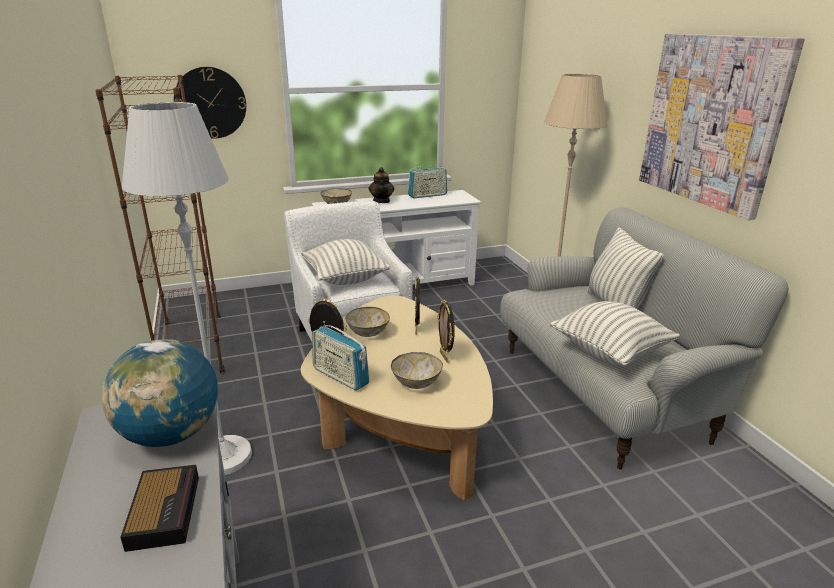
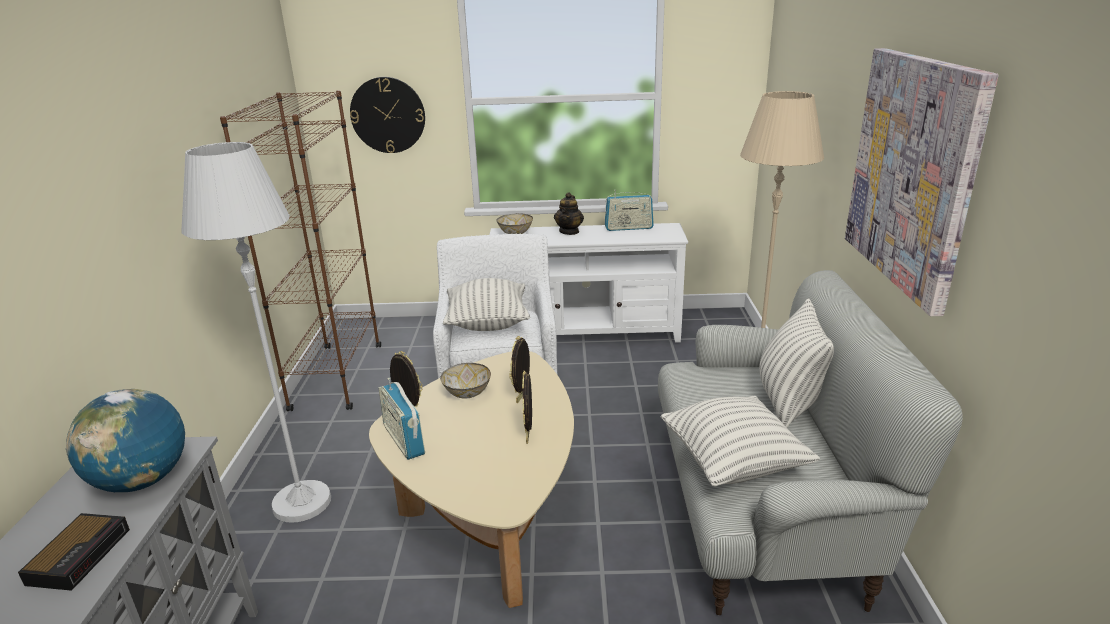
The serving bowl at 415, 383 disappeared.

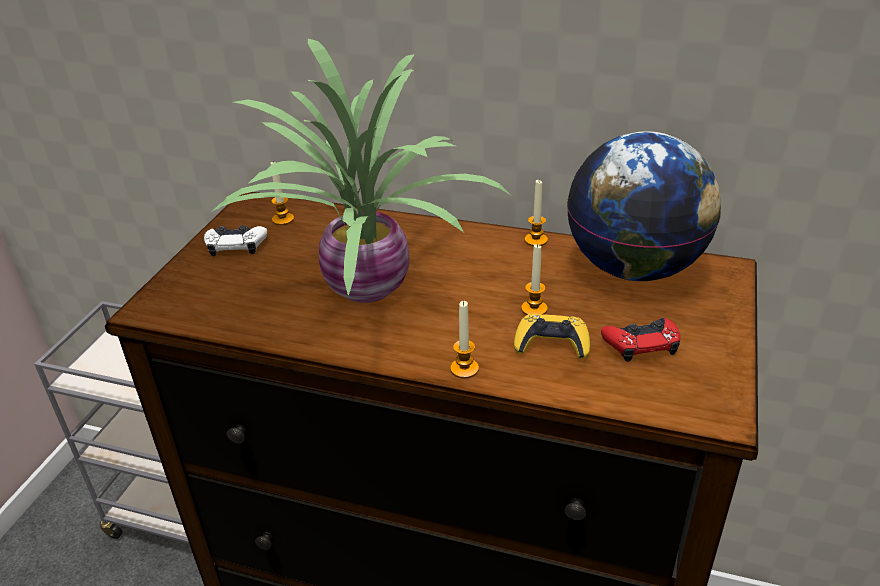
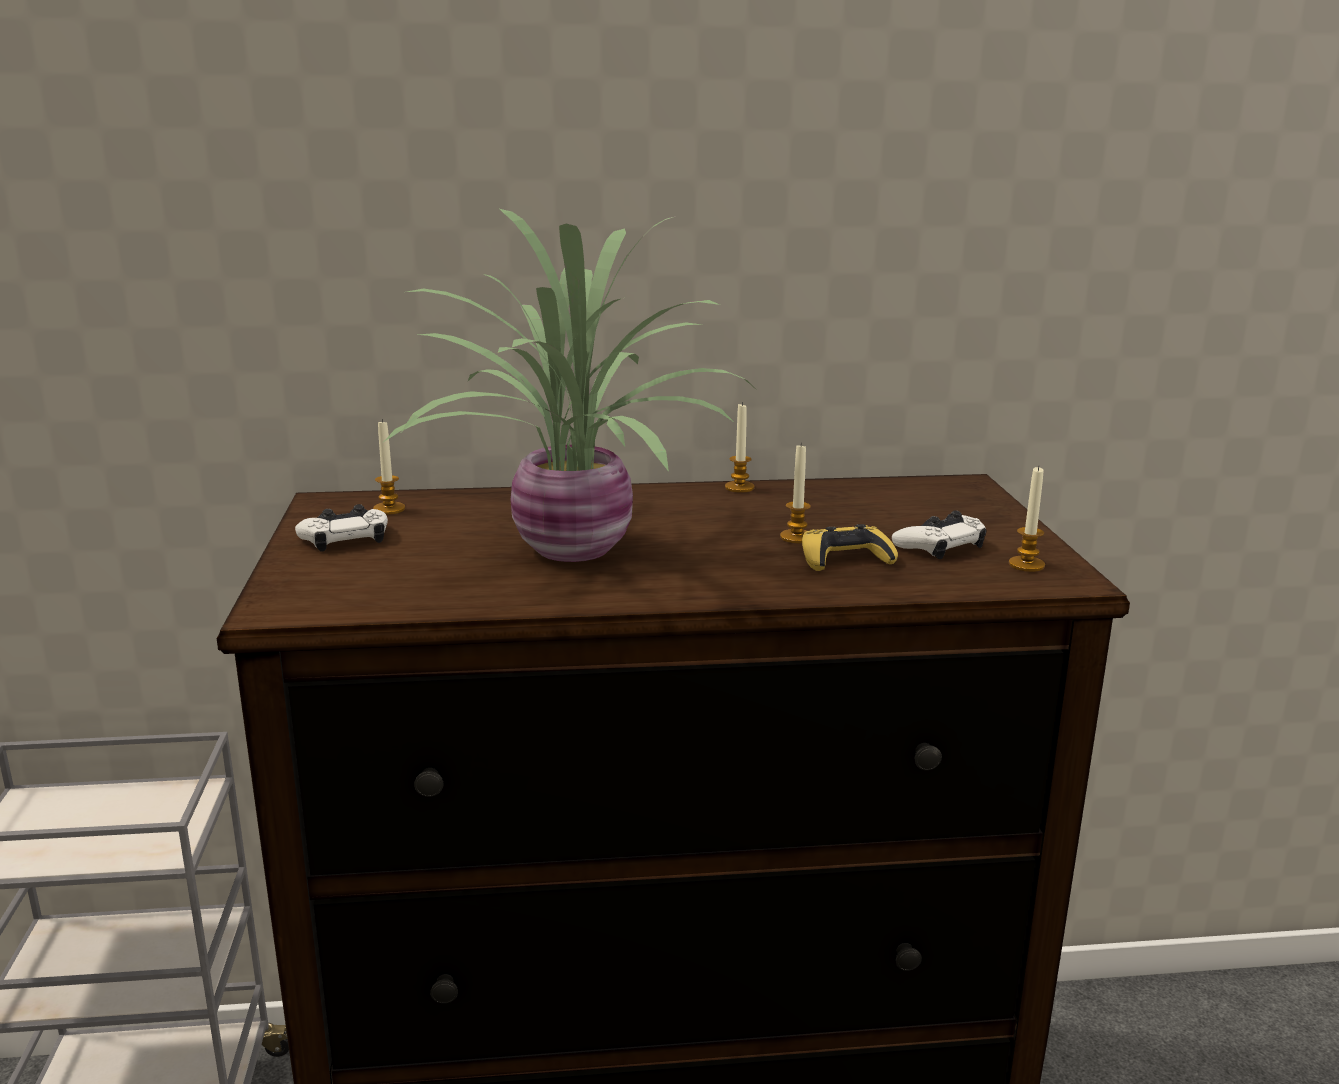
The joypad (red) at 641, 343 became the joypad (white-coloured) at 940, 545.
The wax light moved from 464, 369 to 1026, 565.
The desk globe at 634, 268 disappeared.

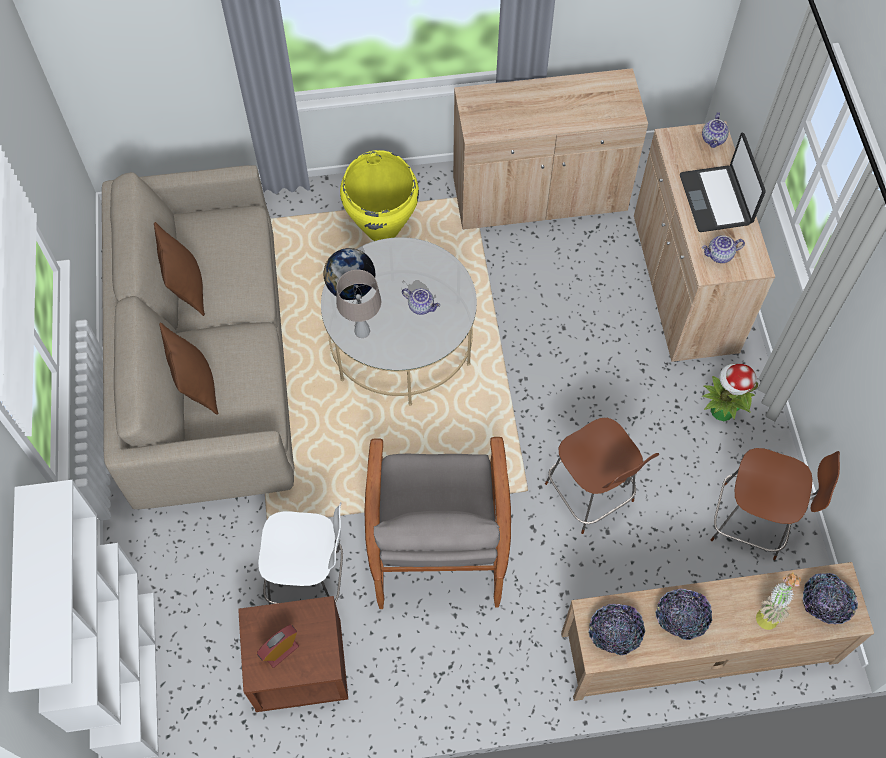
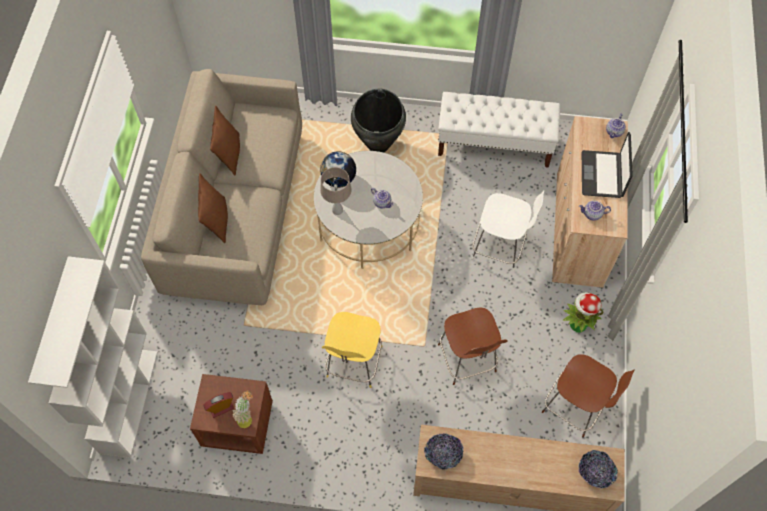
The plant in a pot moved from 768, 613 to 247, 417.
The armchair (greyish) at 437, 539 was replaced by the stool (yellow-coloured) at 353, 363.
The vase (yellow-coloured) at 382, 231 became the vase (black-coloured) at 378, 145.
The cabinet (sand-coloured) at 539, 195 was replaced by the indoor bench (white-coloured) at 494, 144.
The stool (white-coloured) moved from 310, 580 to 500, 247.
The serving bowl at 681, 618 disappeared.

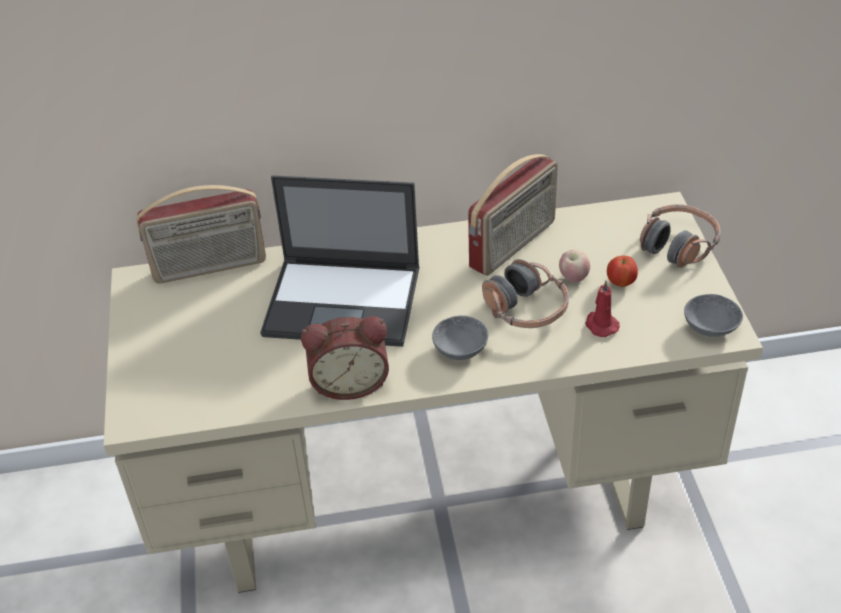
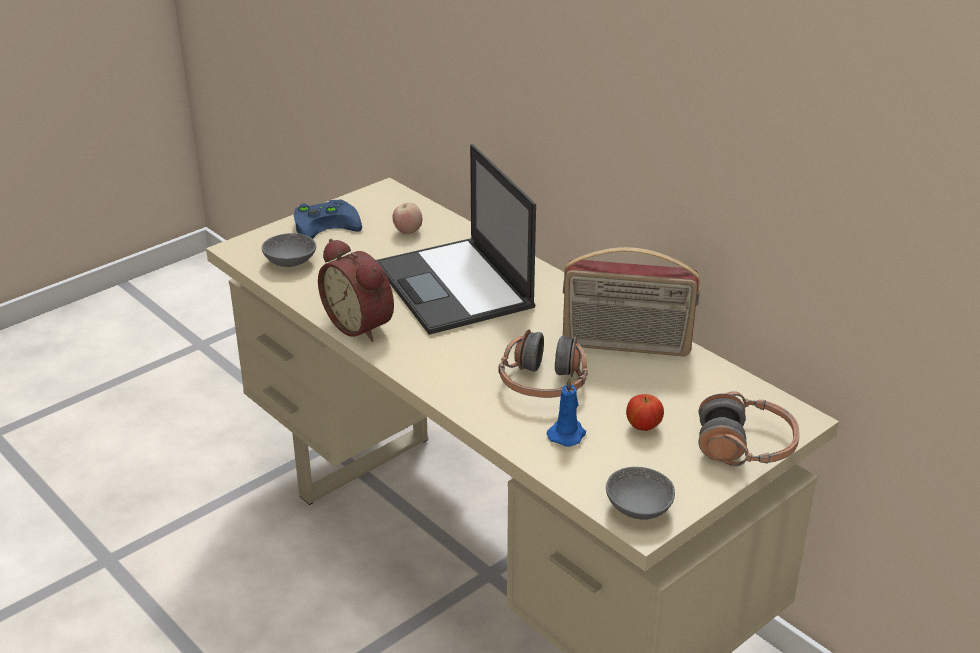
The serving bowl (greyish) moved from 460, 349 to 290, 262.
The joypad (bluish) at 327, 223 appeared.
The whole apple moved from 573, 278 to 408, 231.
The wax light (red) at 600, 325 became the wax light (bluish) at 567, 434.
The radio receiver at 210, 267 disappeared.

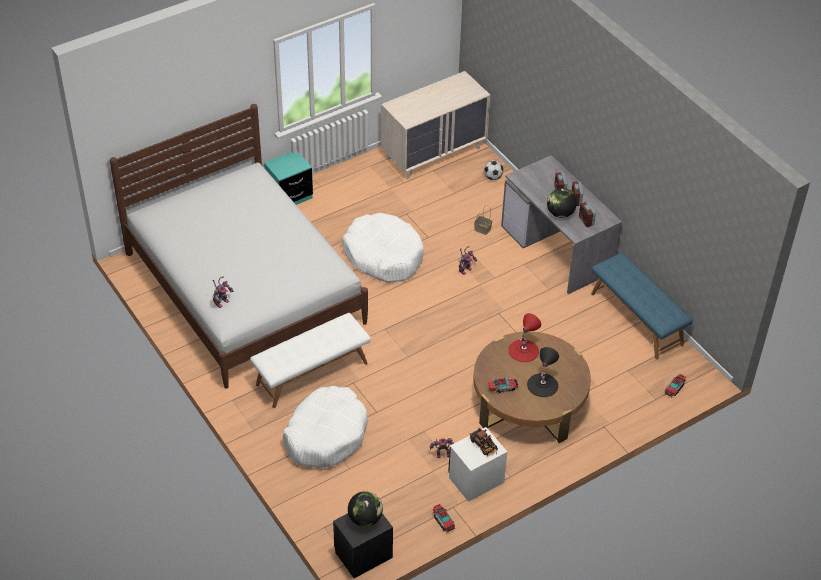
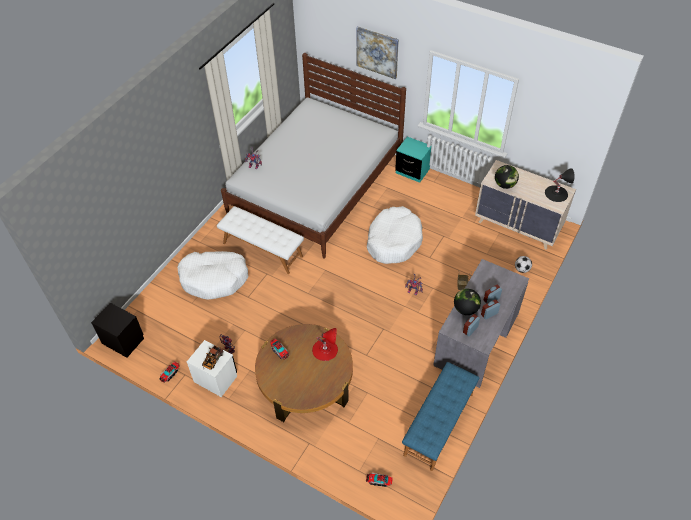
The picture at 377, 52 appeared.
The desk globe moved from 365, 519 to 504, 185.
The table lamp (black-coloured) moved from 542, 385 to 556, 193.

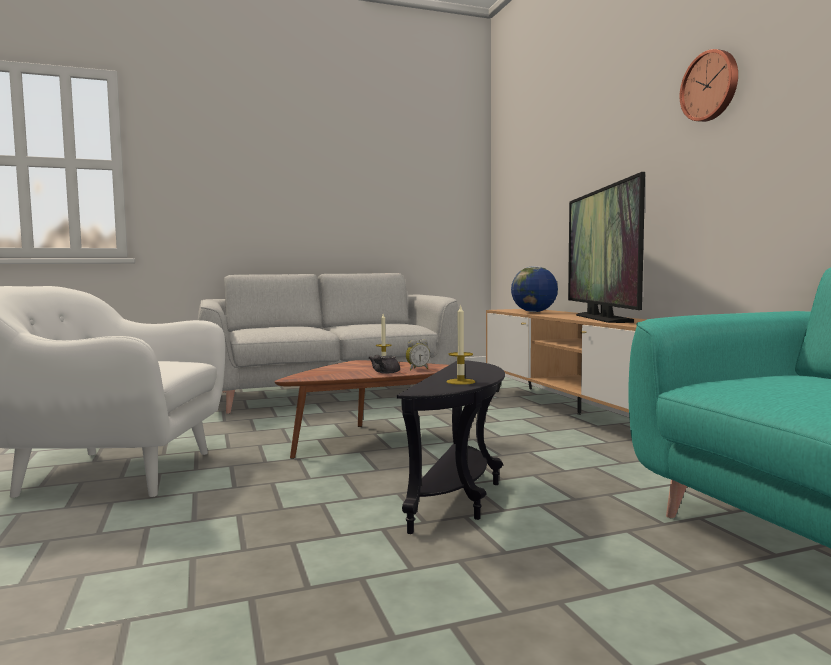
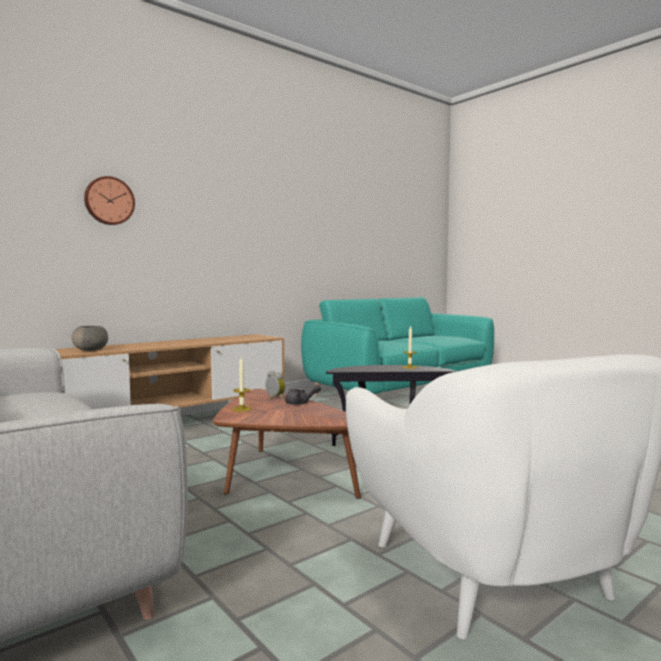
The desk globe at 534, 312 was replaced by the serving bowl (greyish) at 91, 350.
The wall clock moved from 710, 86 to 109, 201.
The television at 601, 318 disappeared.

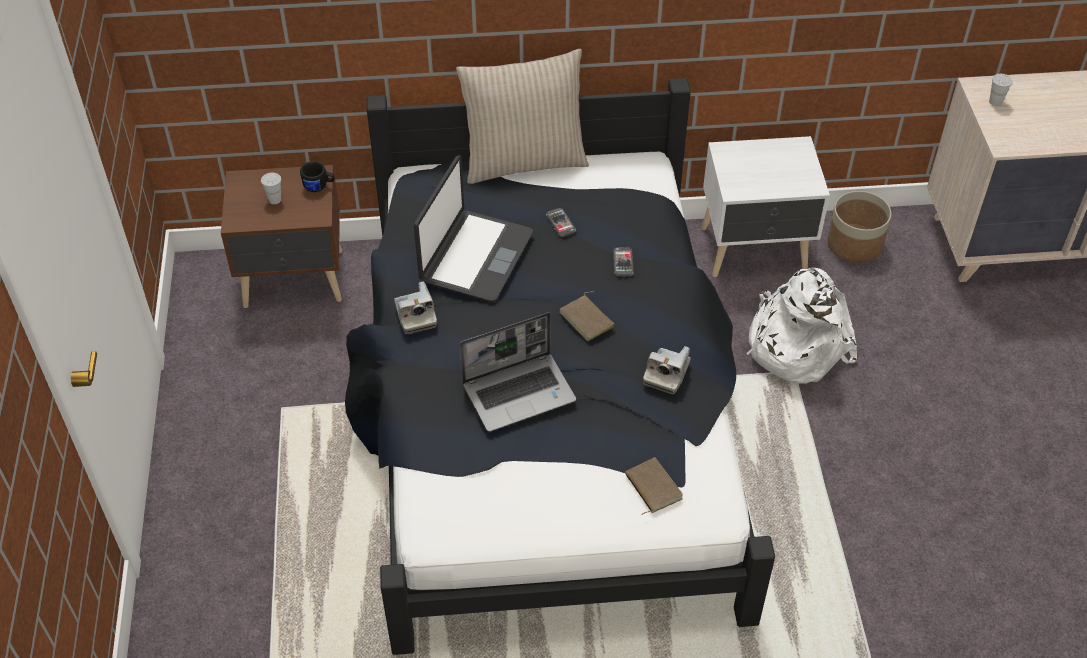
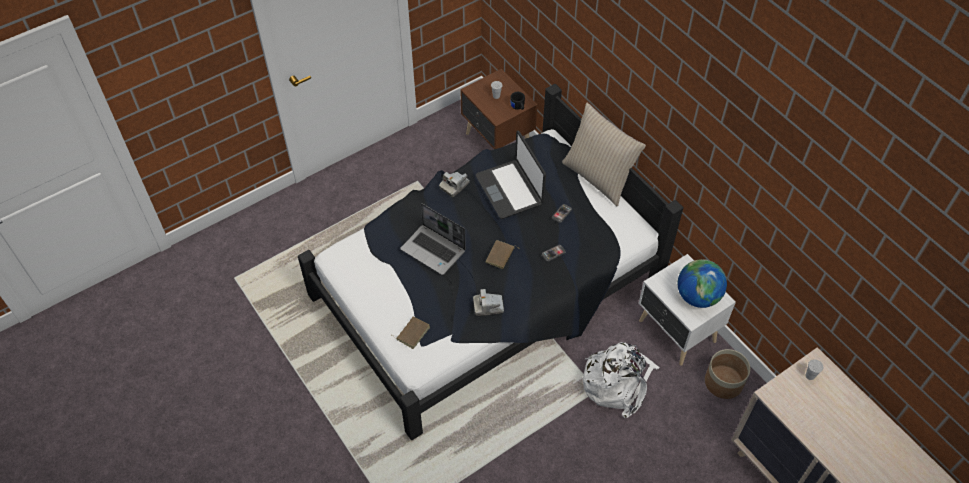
The notebook computer at 475, 257 turned 75 degrees clockwise.
The desk globe at 697, 296 appeared.

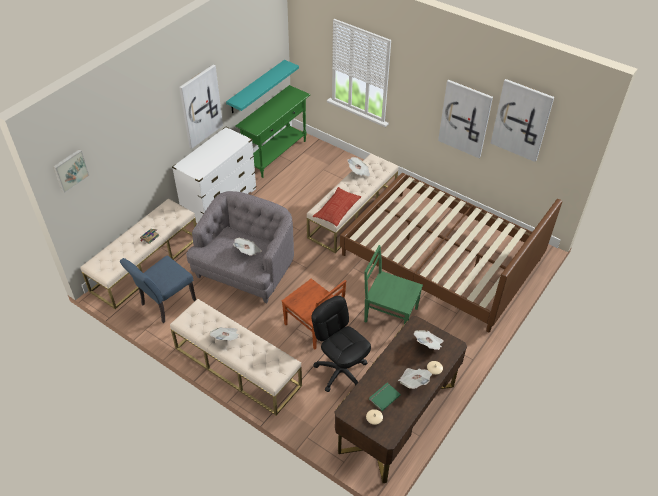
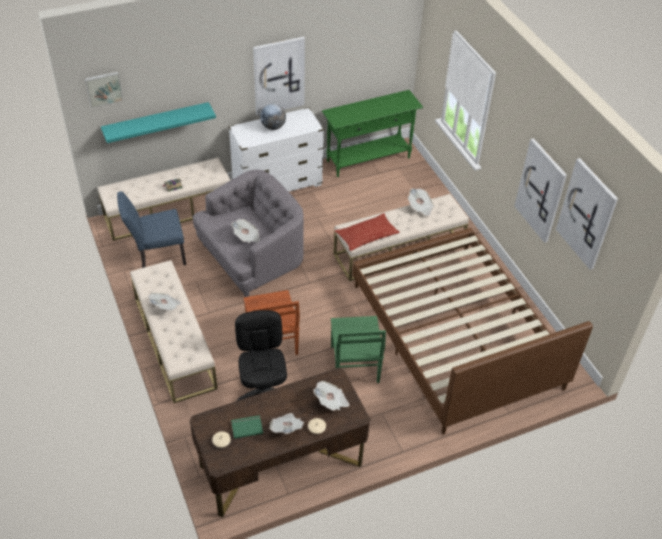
The shelf (blue-green) moved from 256, 87 to 156, 122.
The desk globe at 273, 127 appeared.
The plain chair (green-coloured) at 389, 314 turned 150 degrees counterclockwise.

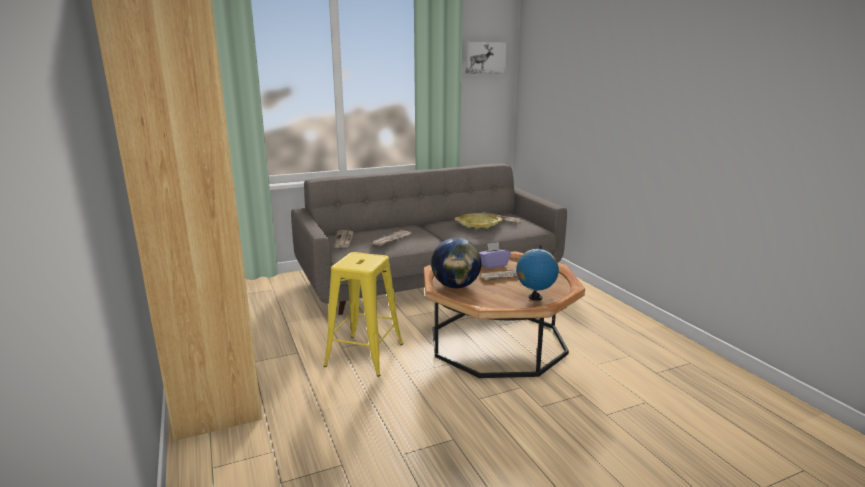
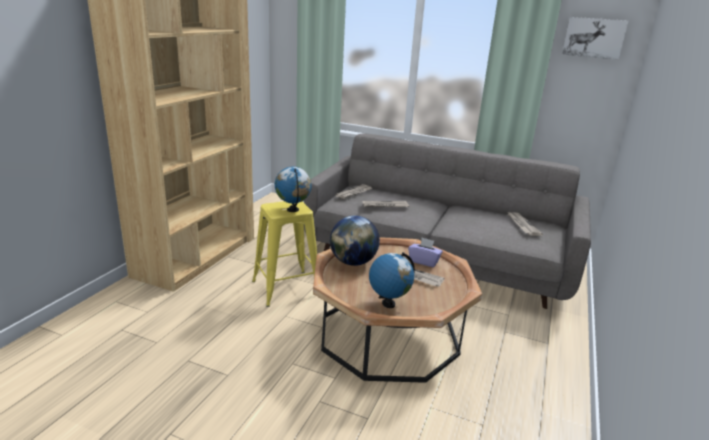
The desk globe at 293, 210 appeared.
The tray (yellow-coloured) at 478, 224 disappeared.

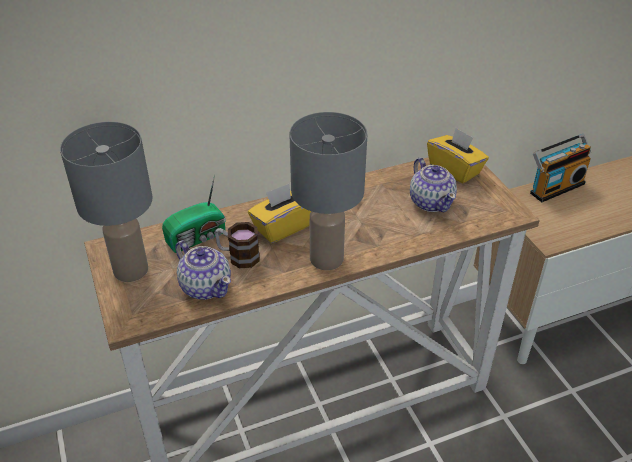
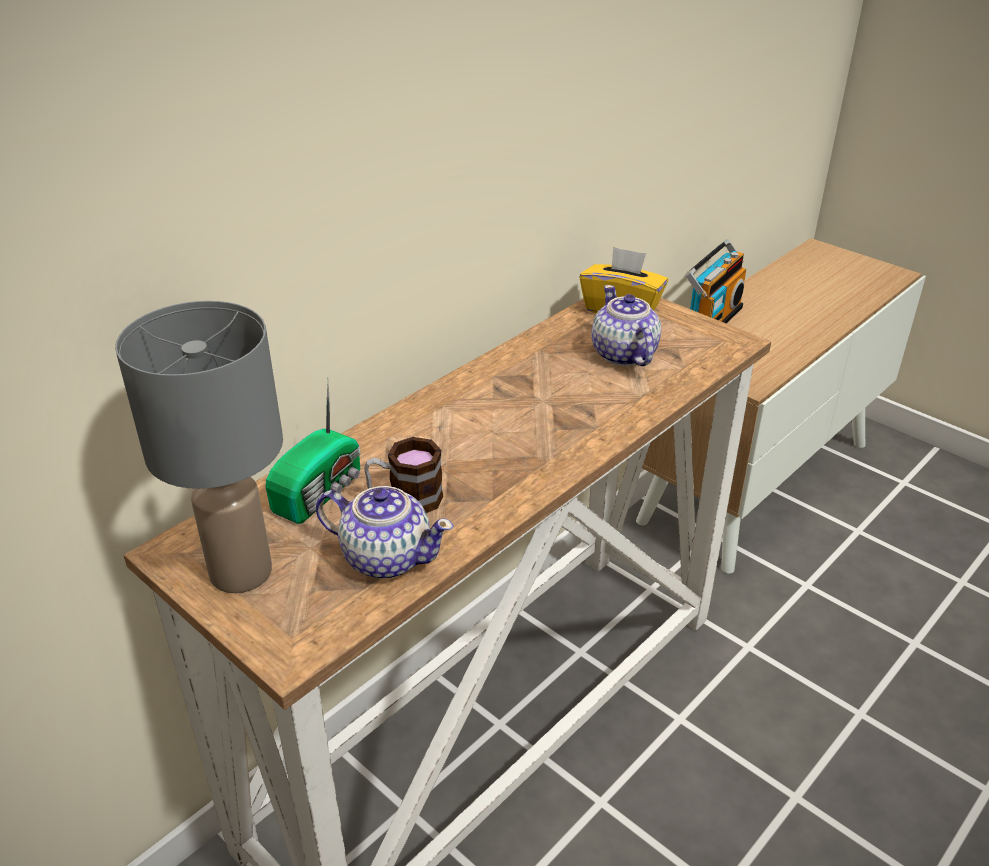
The tea pot at 431, 202 turned 150 degrees counterclockwise.
The tissue holder (yellow-coloured) at 282, 227 disappeared.
The table lamp (greyish) at 325, 258 disappeared.

